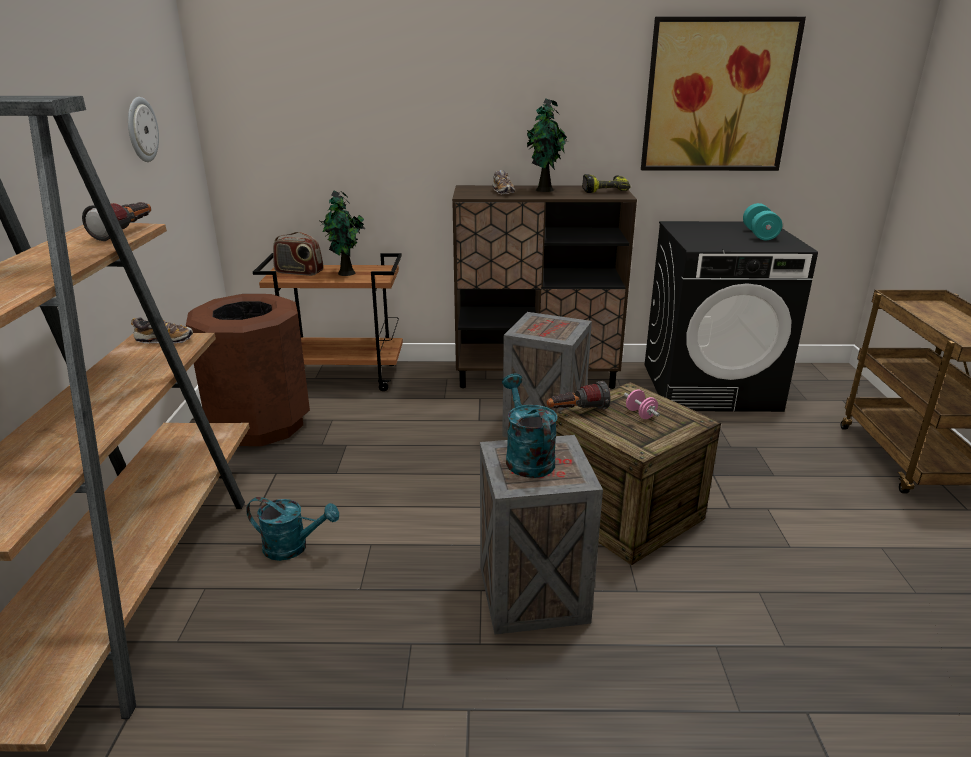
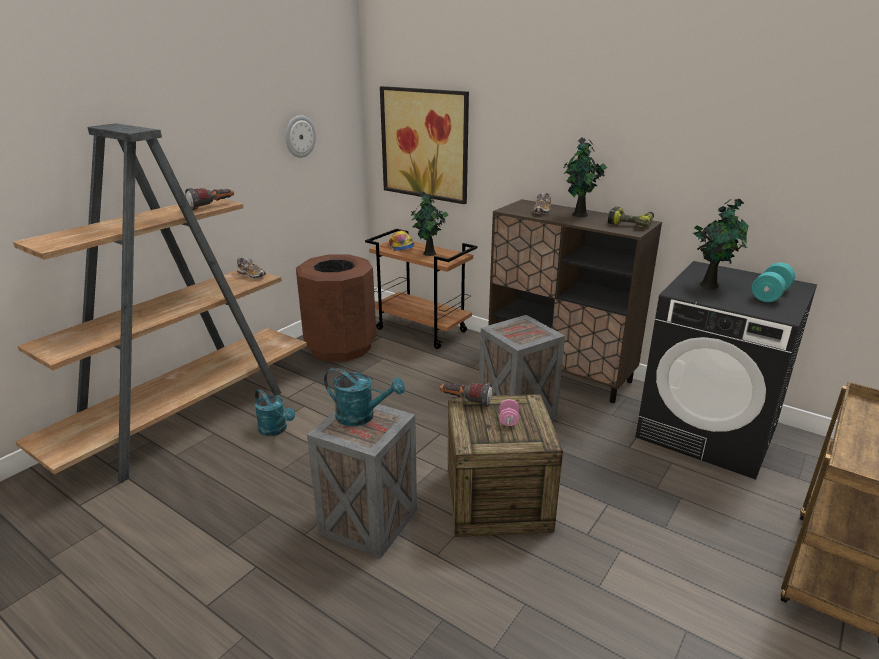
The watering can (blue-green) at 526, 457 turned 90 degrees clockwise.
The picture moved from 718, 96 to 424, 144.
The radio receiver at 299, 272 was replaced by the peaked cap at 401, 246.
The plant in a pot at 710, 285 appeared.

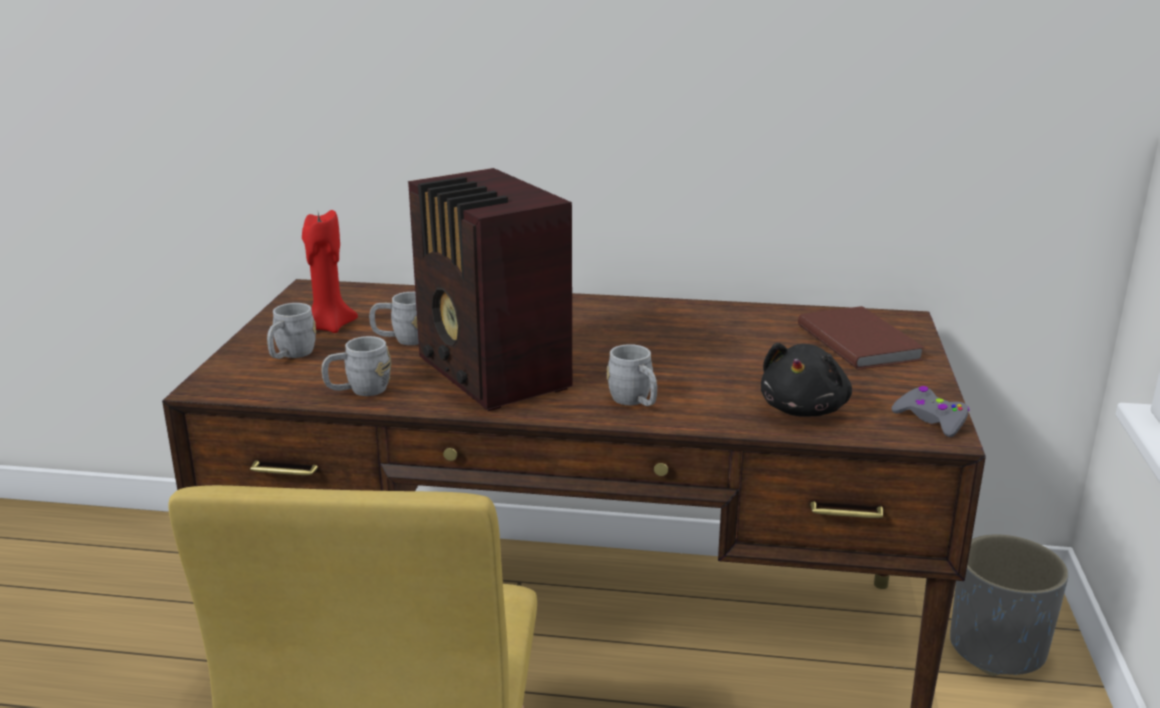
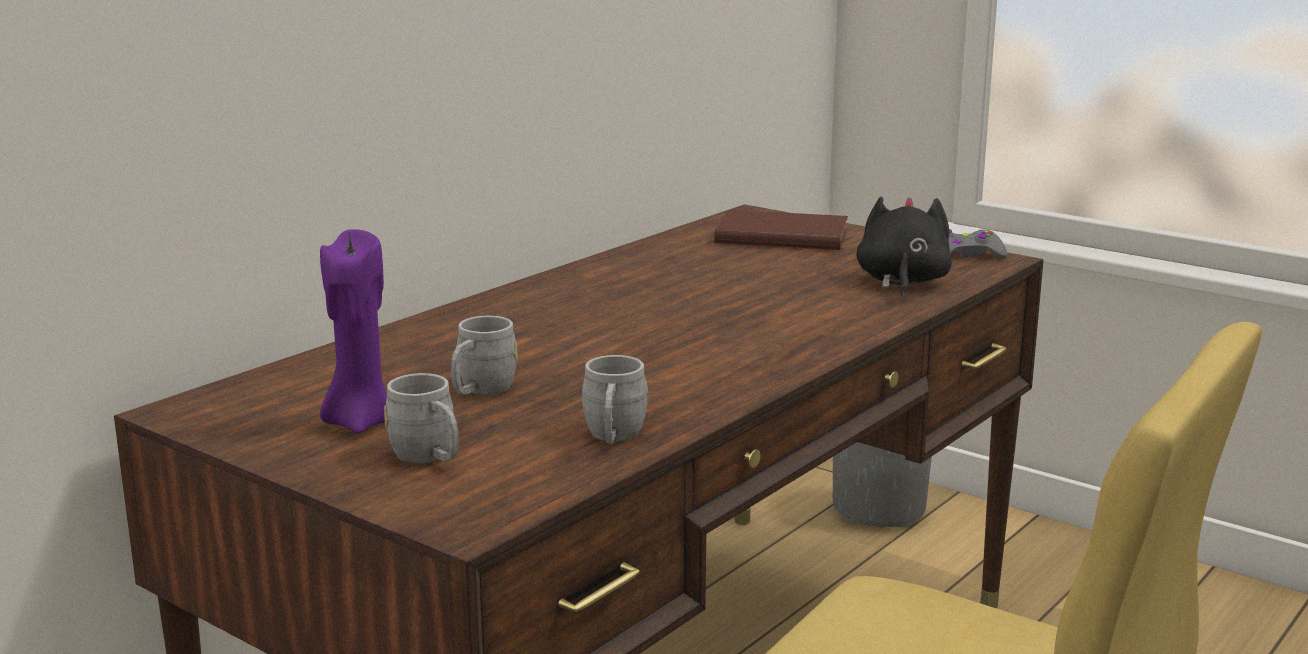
The wax light (red) at 329, 326 became the wax light (purple) at 360, 422.
The soft toy (black-coloured) at 804, 409 turned 135 degrees counterclockwise.
The radio receiver at 492, 375 disappeared.
The coffee mug (greyish) at 635, 402 disappeared.

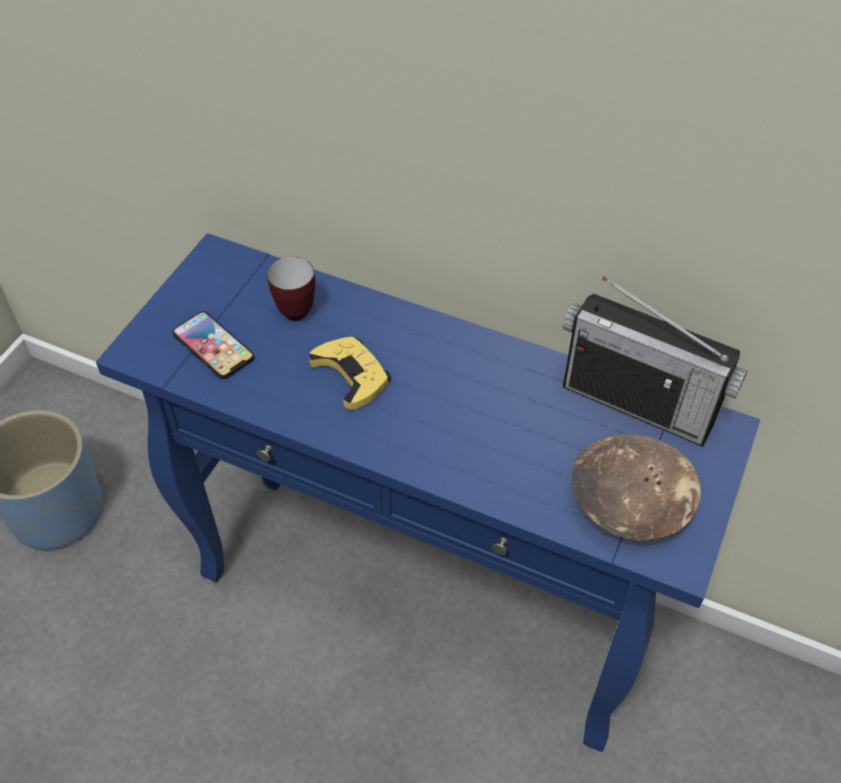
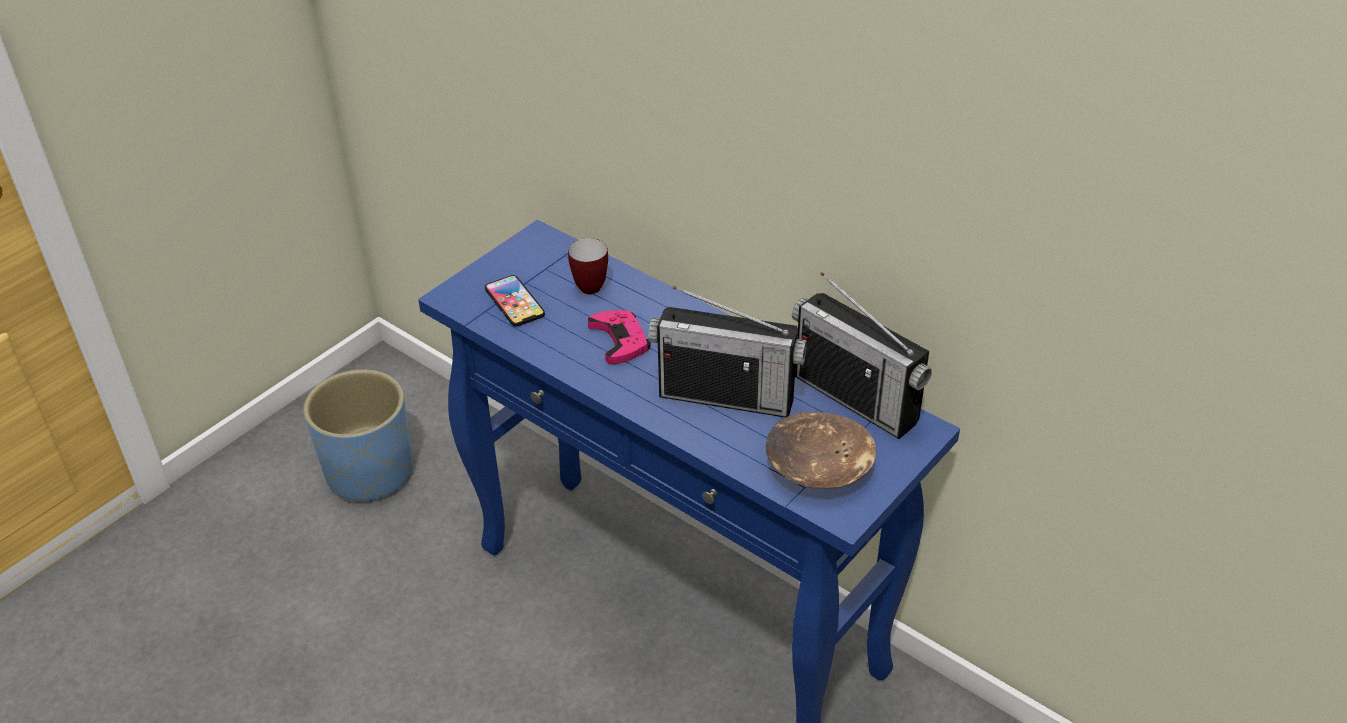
The joypad (yellow-coloured) at 351, 375 became the joypad (pinkish) at 620, 340.
The radio receiver at 726, 396 appeared.

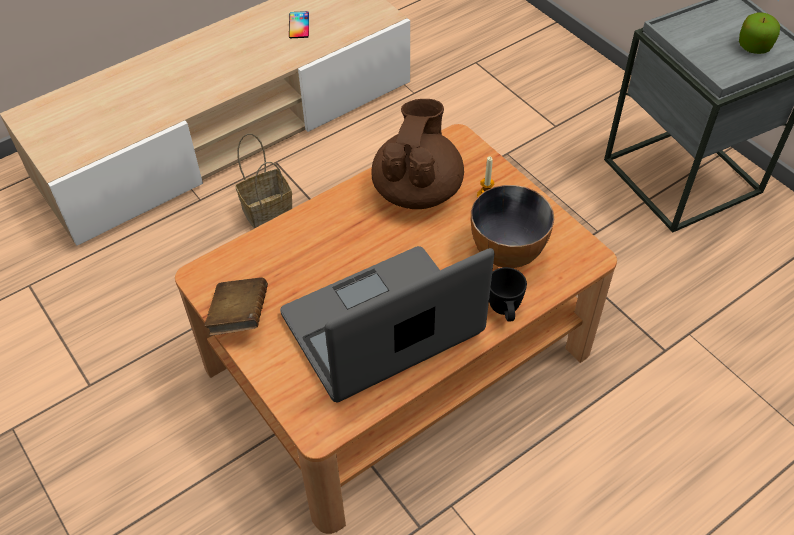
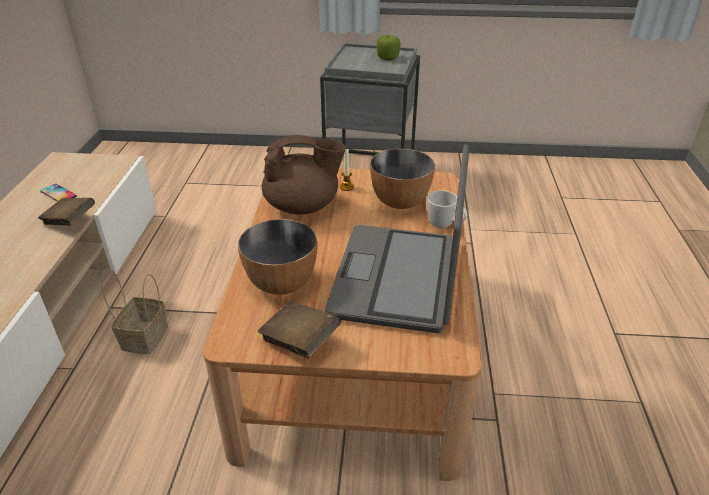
The bound book (brown) at 70, 222 appeared.
The serving bowl at 282, 283 appeared.
The tea pot (brown) at 417, 190 turned 120 degrees clockwise.
The coffee mug (black-coloured) at 505, 312 became the coffee mug (white-coloured) at 445, 226.

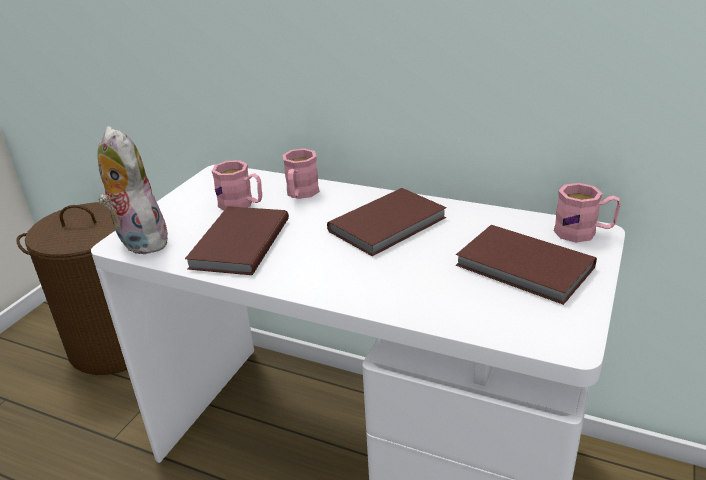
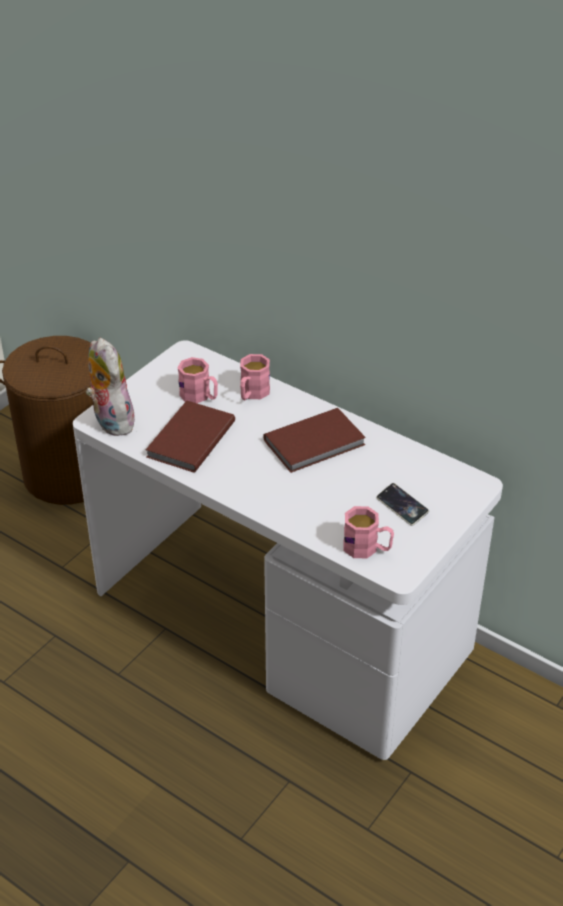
The coffee mug (pinkish) moved from 584, 232 to 367, 548.
The bound book (brown) at 524, 268 was replaced by the telephone at 402, 507.

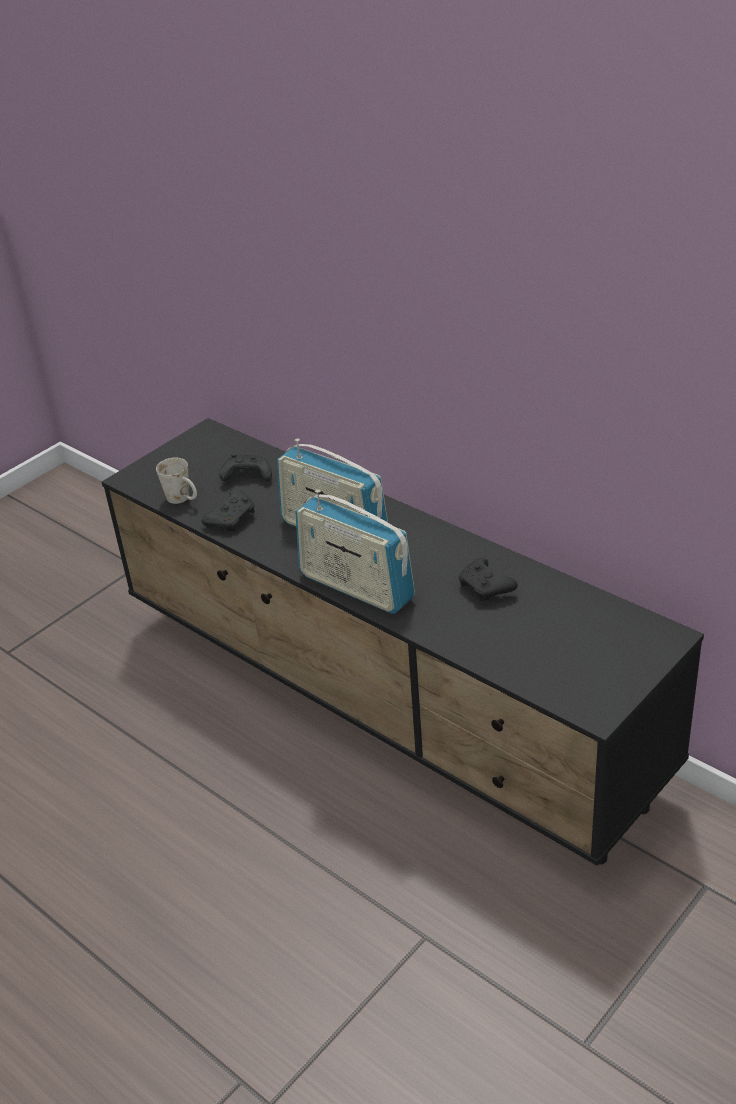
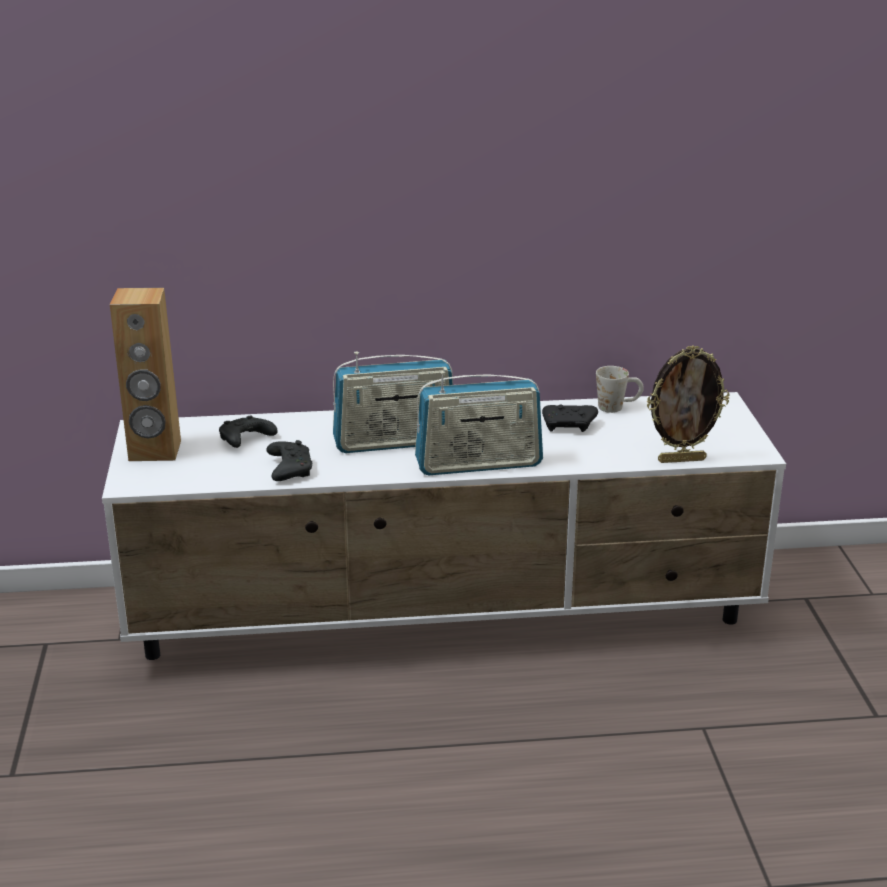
The tv unit (black-coloured) at 384, 703 became the tv unit (white-coloured) at 447, 618.
The loudspeaker (brown) at 155, 451 appeared.
The coffee mug (white-coloured) moved from 183, 499 to 618, 407.
The standing frame at 681, 460 appeared.

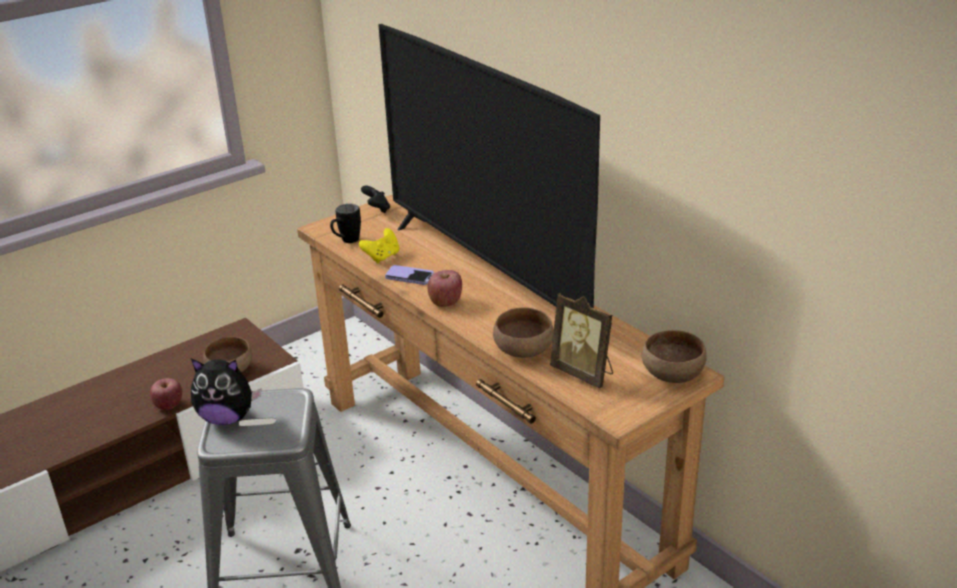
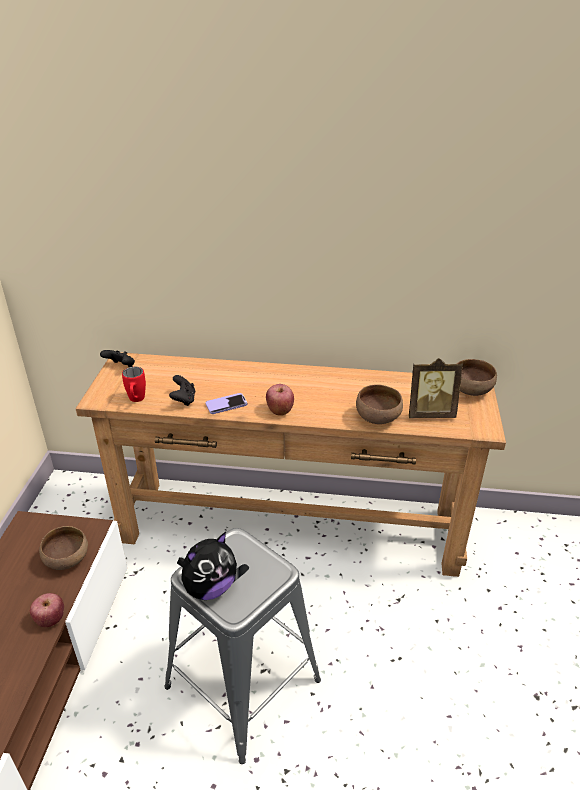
The coffee mug (black-coloured) at 346, 241 became the coffee mug (red) at 136, 401.
The joypad (yellow-coloured) at 382, 257 became the joypad (black-coloured) at 183, 400.
The television at 486, 273 disappeared.

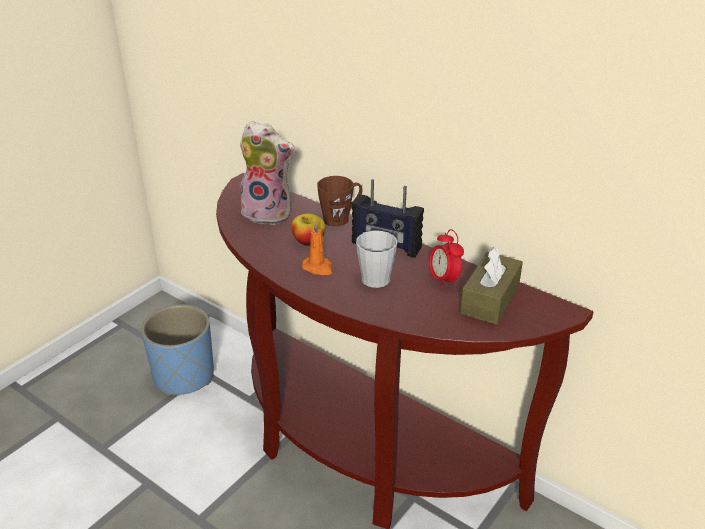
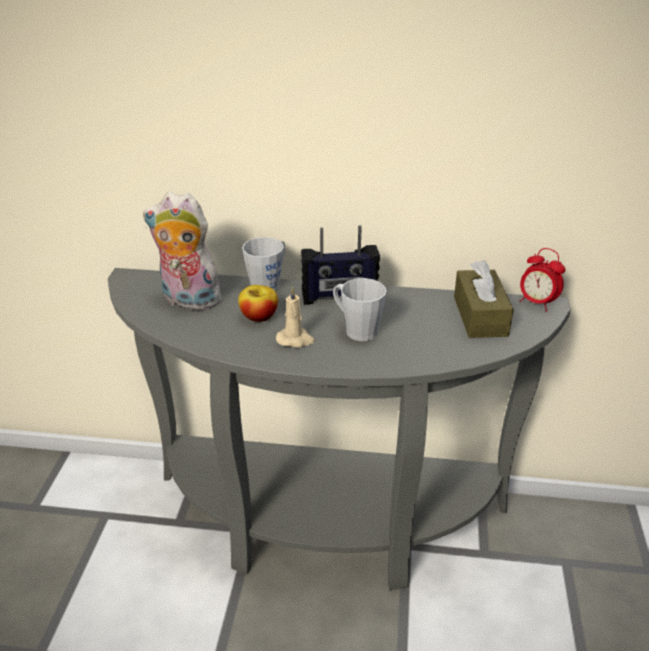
The console table (brown) at 358, 450 became the console table (greyish) at 325, 524.
The soft toy at 269, 213 turned 150 degrees counterclockwise.
The coffee mug (brown) at 340, 218 became the coffee mug (greyish) at 269, 284.
The wax light (orange-coloured) at 318, 268 became the wax light (sand-coloured) at 295, 339.
The alarm clock moved from 443, 280 to 536, 303.
The flower pot (bluish) at 184, 376 disappeared.

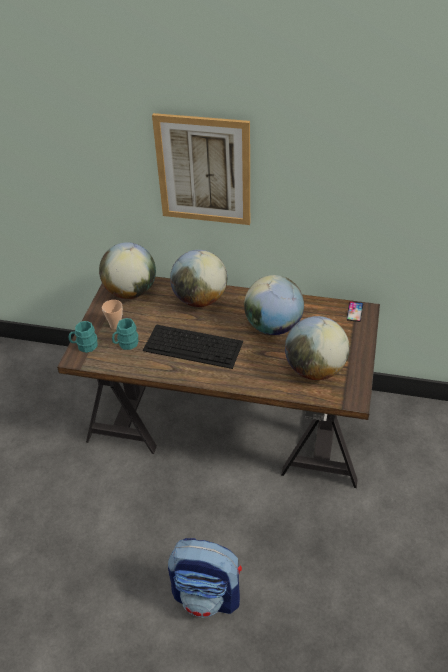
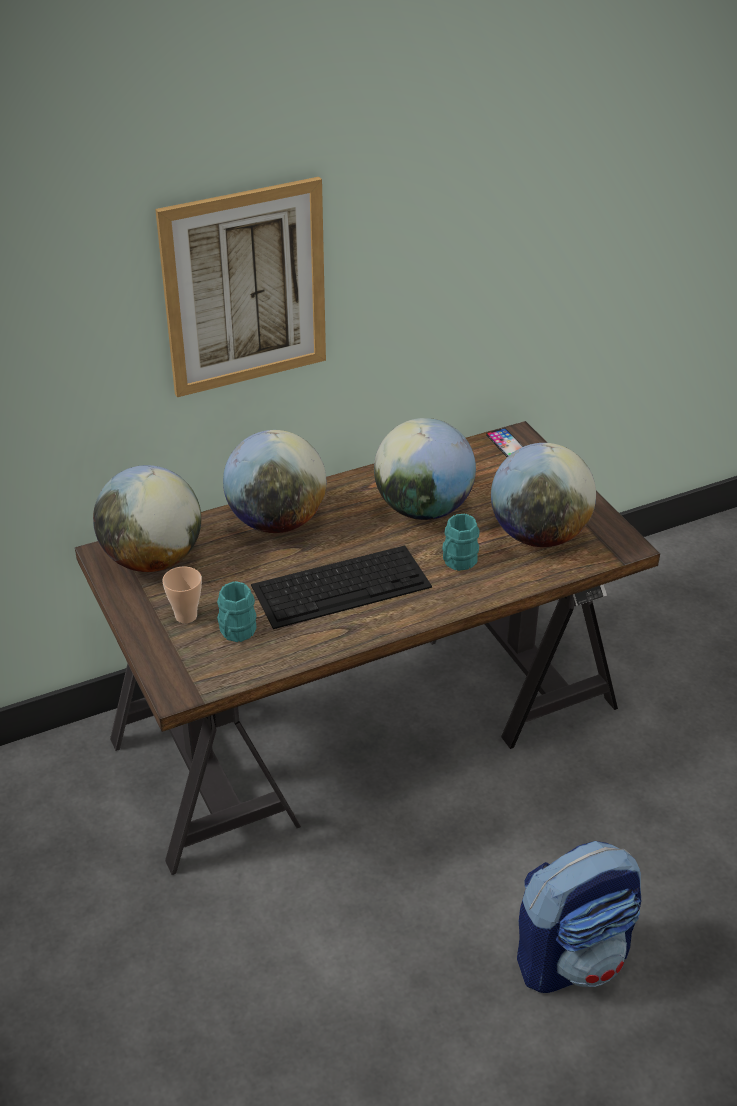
The coffee mug (blue-green) moved from 85, 346 to 457, 562.

